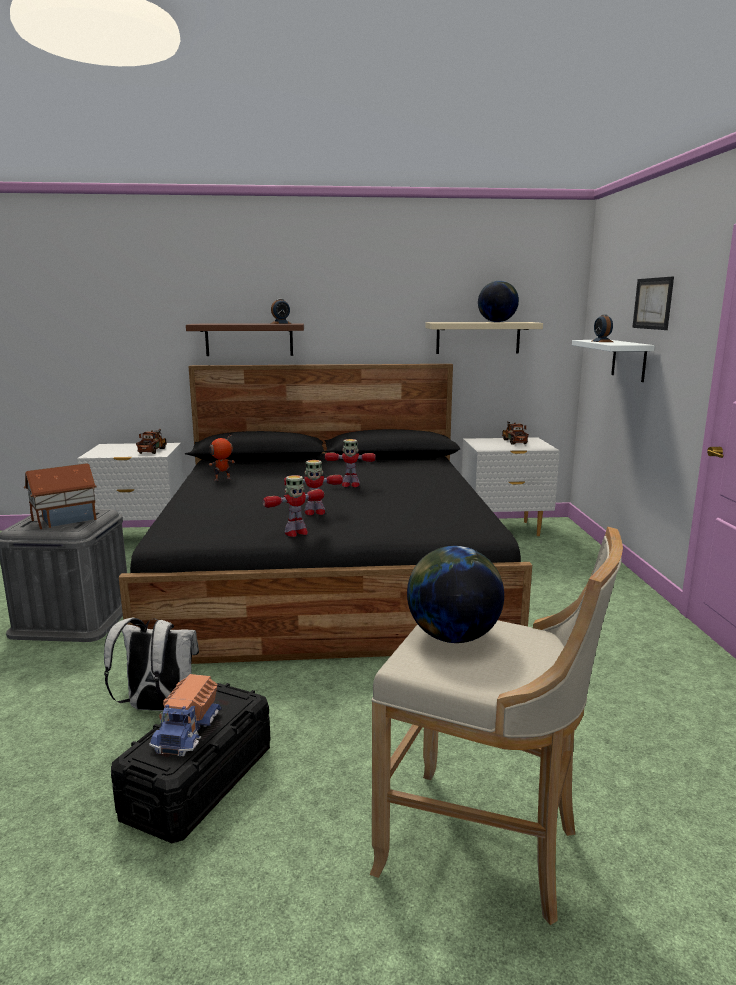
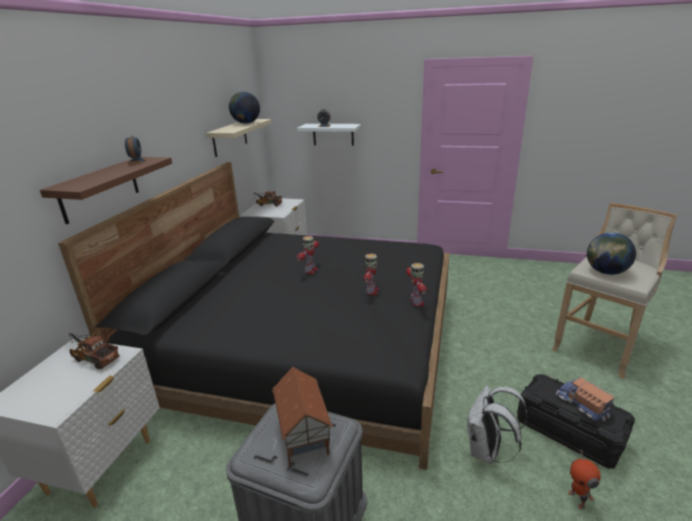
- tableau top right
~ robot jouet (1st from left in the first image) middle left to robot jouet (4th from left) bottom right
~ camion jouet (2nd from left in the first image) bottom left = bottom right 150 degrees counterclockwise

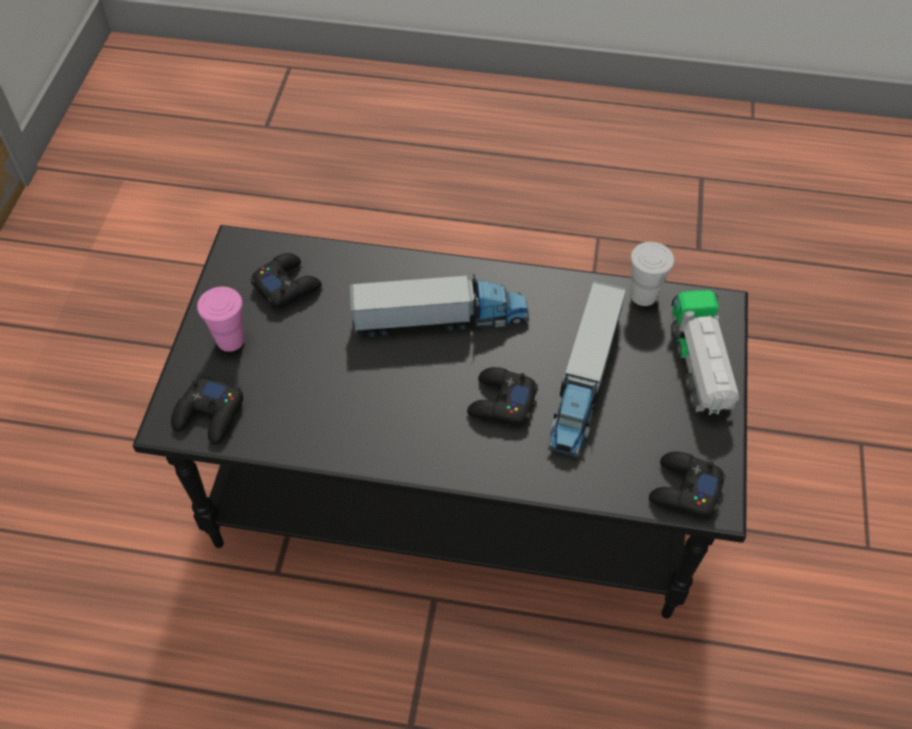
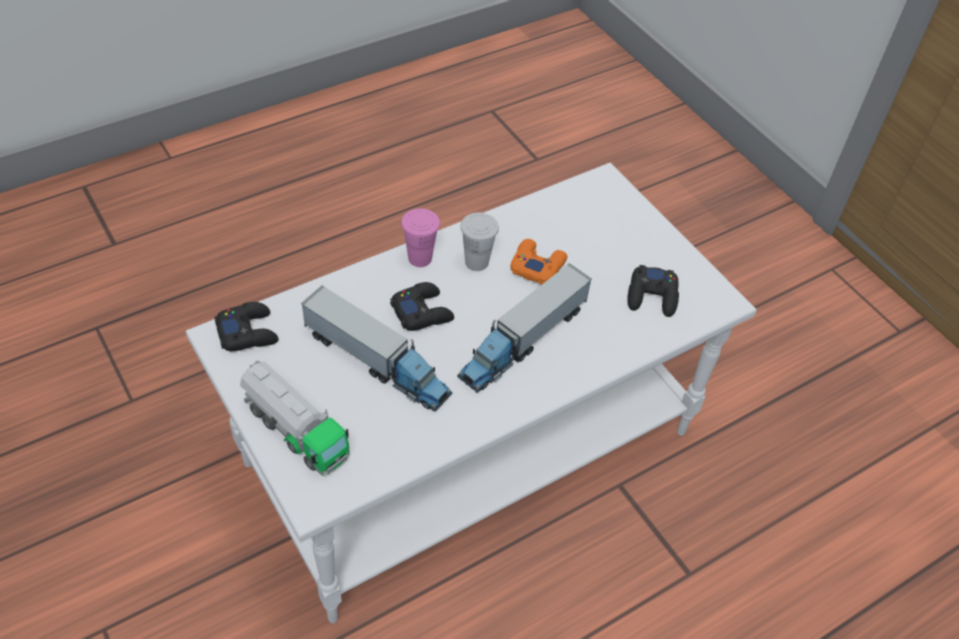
~ table basse/noir centre to table basse/blanc centre
~ tasse/blanc middle right to centre
~ camion jouet (2nd from left) centre = centre 150 degrees clockwise
~ tasse/rose middle left to centre
- manette/noir (1st from left) middle left
+ manette/orange centre

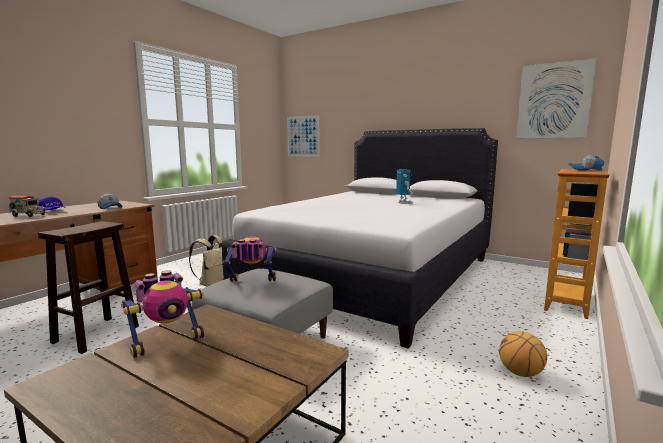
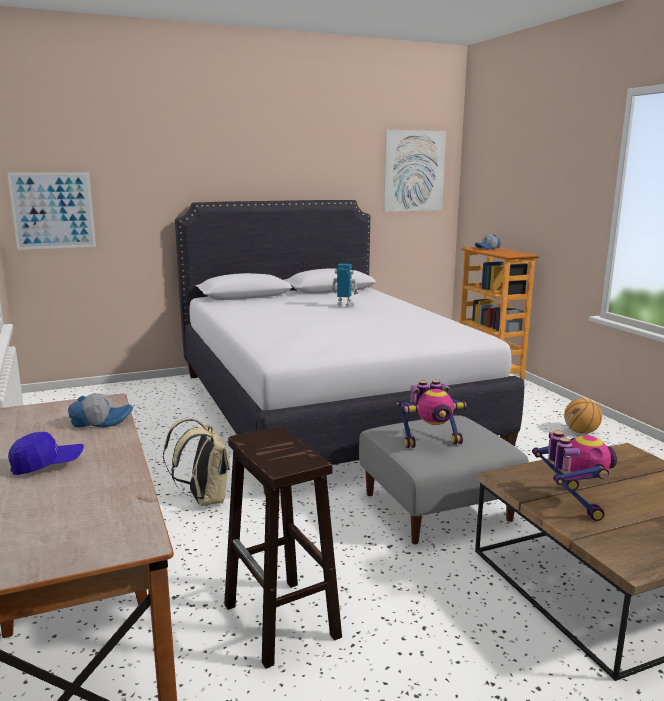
- camion jouet middle left
~ robot jouet (2nd from left) centre = centre 135 degrees counterclockwise

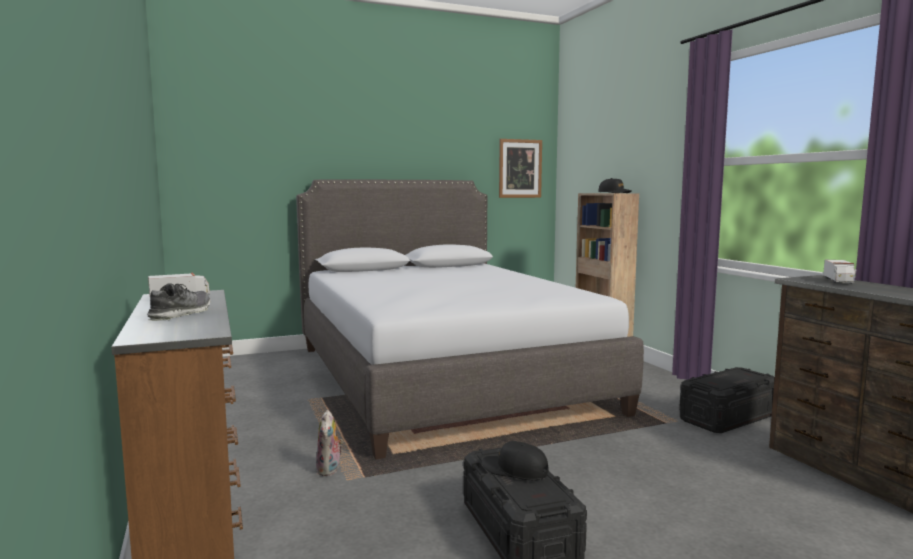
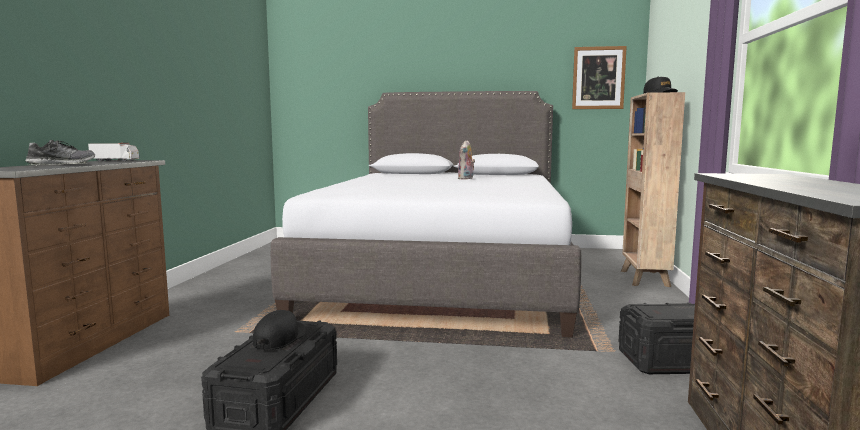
- camion jouet (2nd from left) middle right
~ peluche bottom centre to centre
~ casquette/noir (1st from left) bottom centre = bottom left 45 degrees clockwise

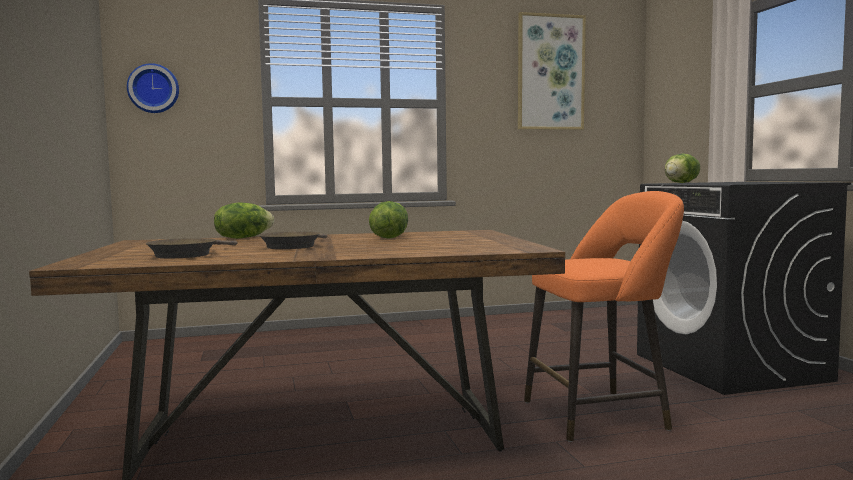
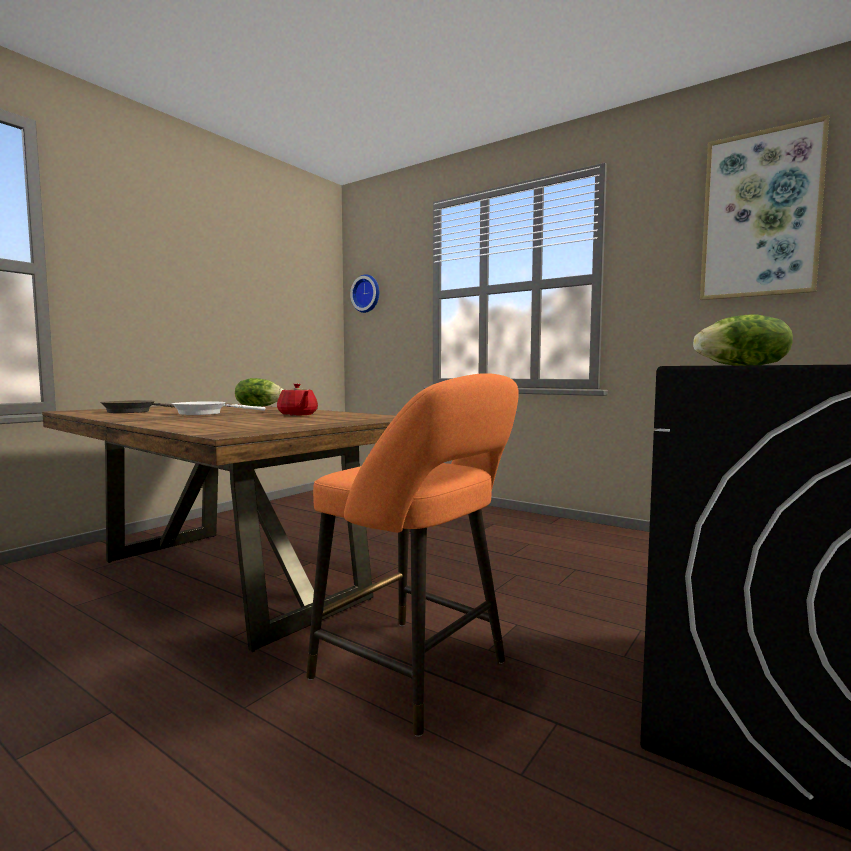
~ laitue (2nd from left) centre to théière/rouge centre
~ poêle/marron (2nd from left) centre to poêle/blanc middle left

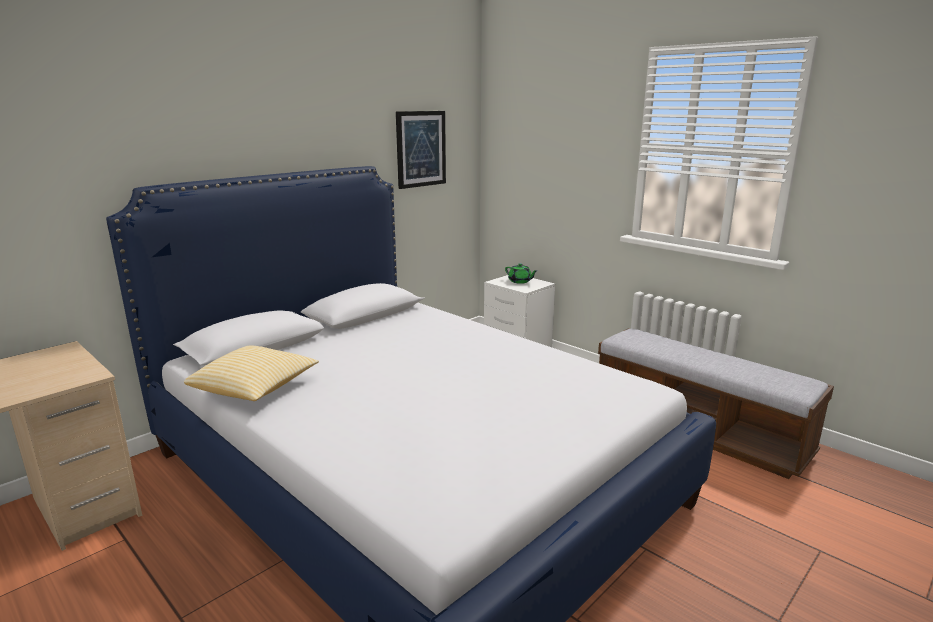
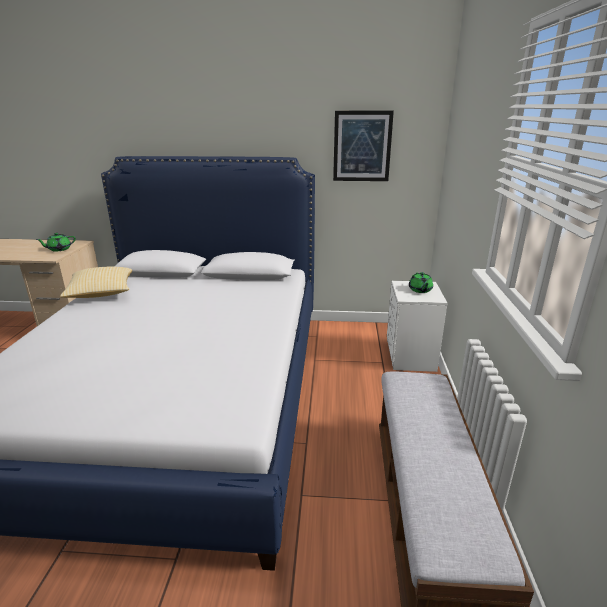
+ théière/vert (1st from left) middle left

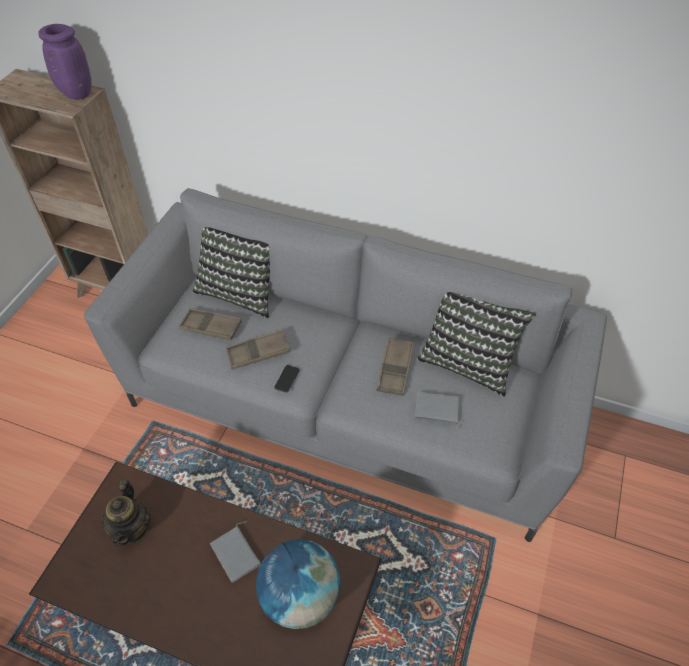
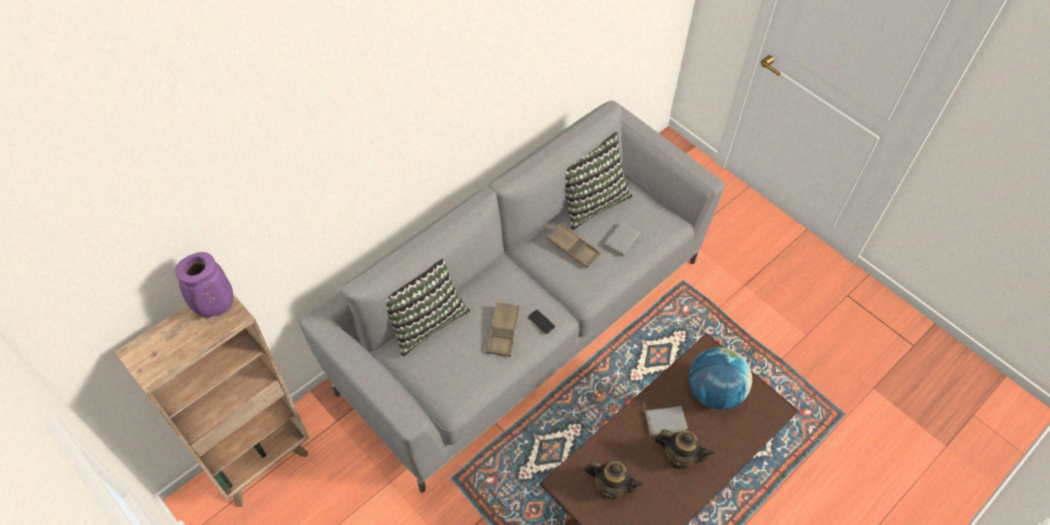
- plateau/marron (1st from left) middle left
+ théière (2nd from left) bottom centre

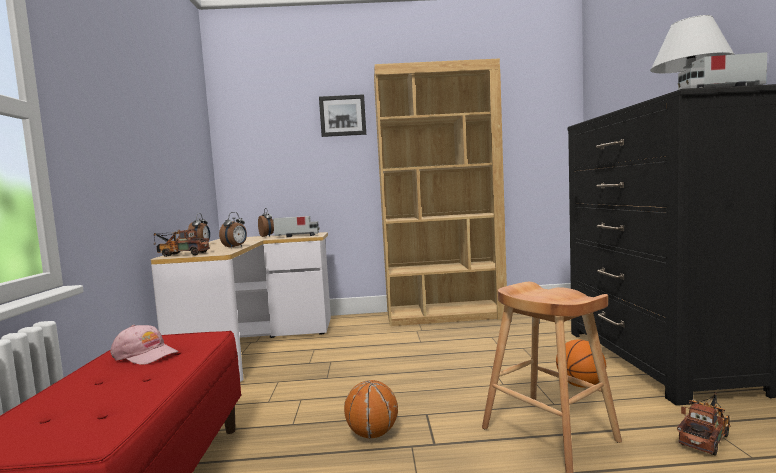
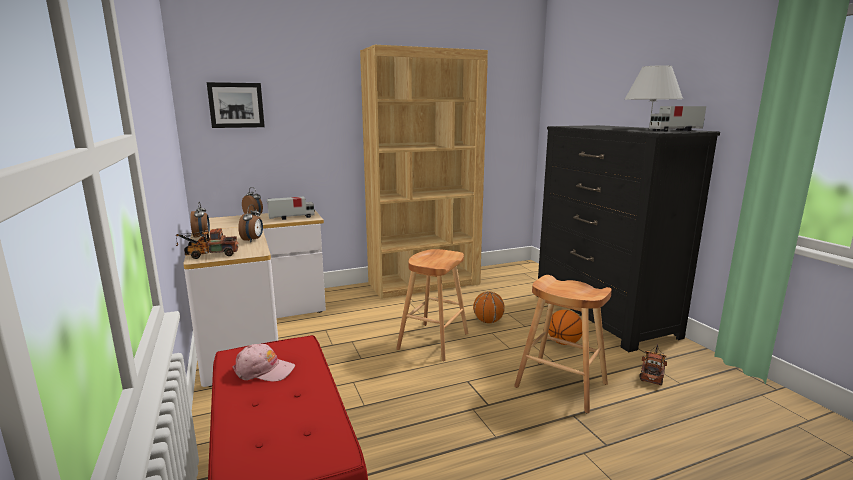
~ tableau top centre to top left
~ ballon de basket (1st from left) bottom centre to centre
+ tabouret/marron (1st from left) centre

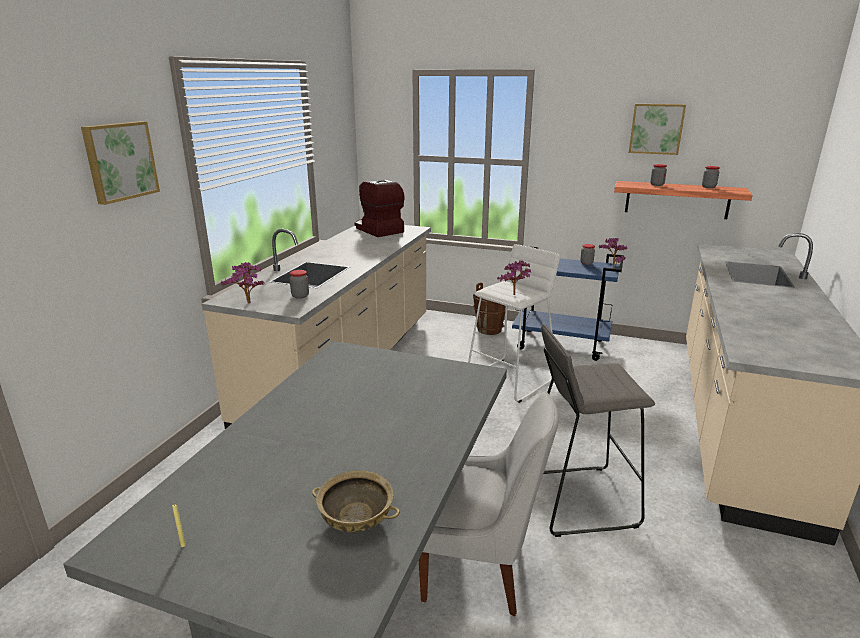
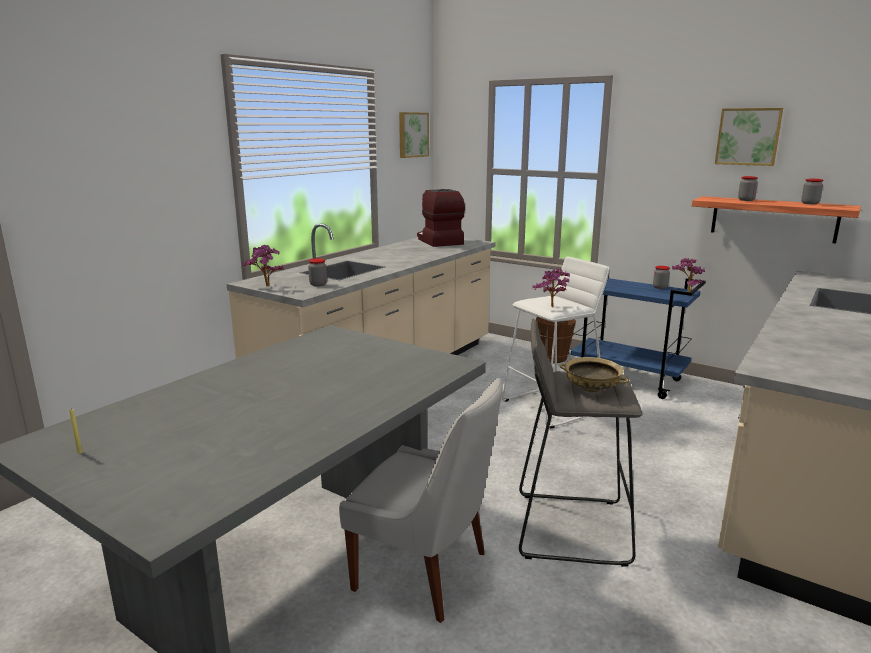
~ tableau (1st from left) top left to top centre
~ bol/beige bottom centre to middle right

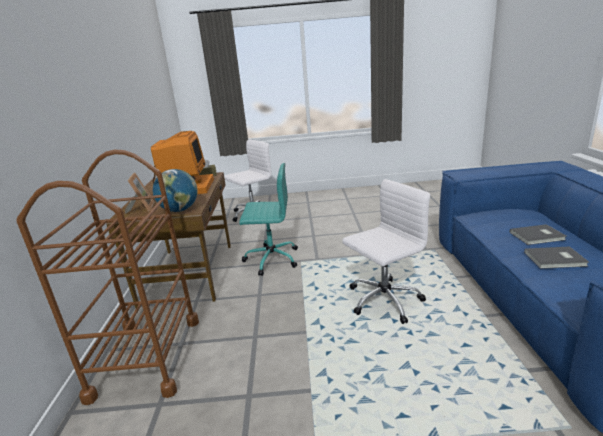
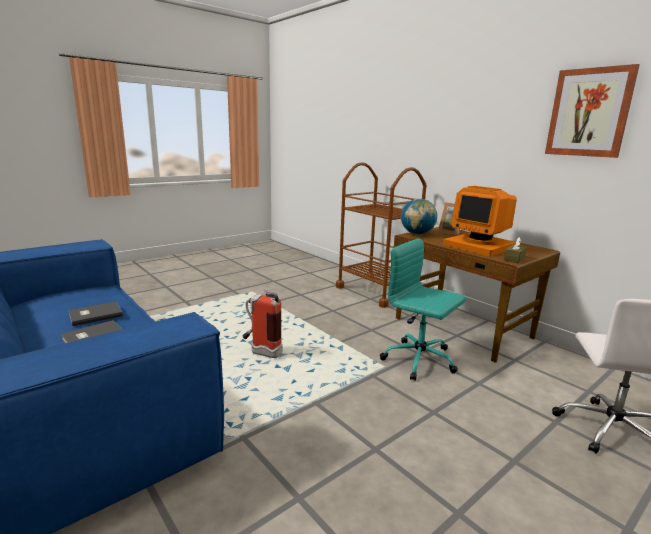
~ chaise de bureau/turquoise centre = centre 75 degrees clockwise
~ chaise de bureau/blanc (2nd from left) centre to extincteur centre
+ tableau top right

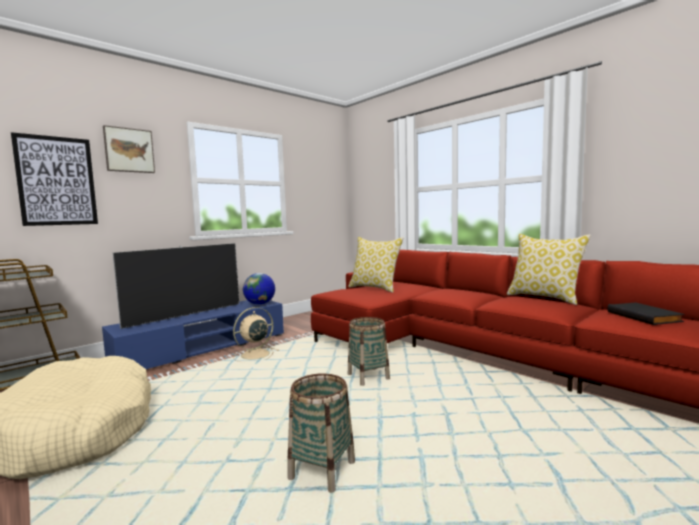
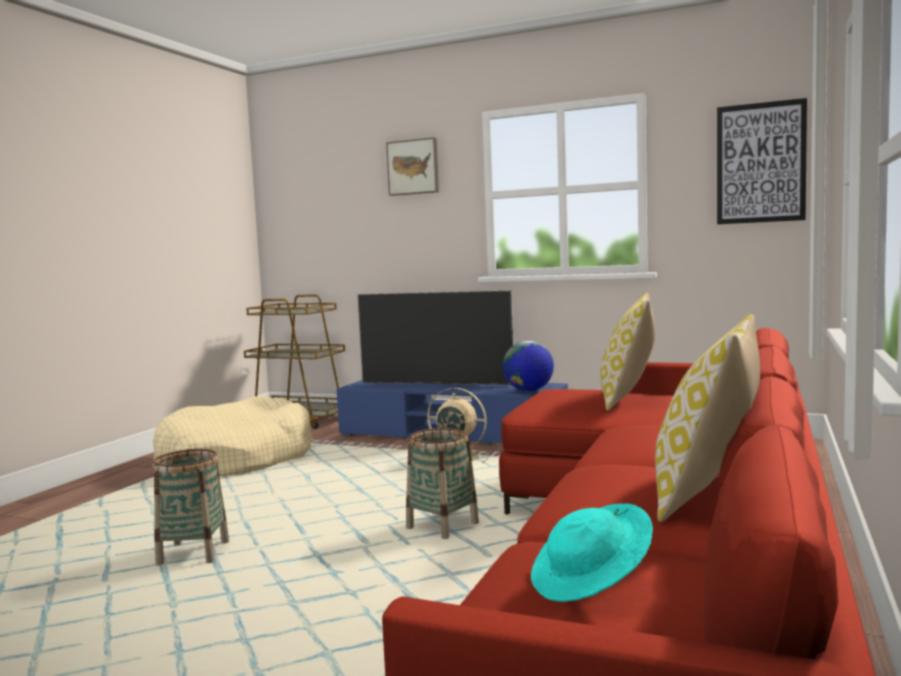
~ tableau (1st from left in the first image) middle left to tableau (2nd from left) top right
~ livre/noir middle right to chapeau/turquoise bottom centre

